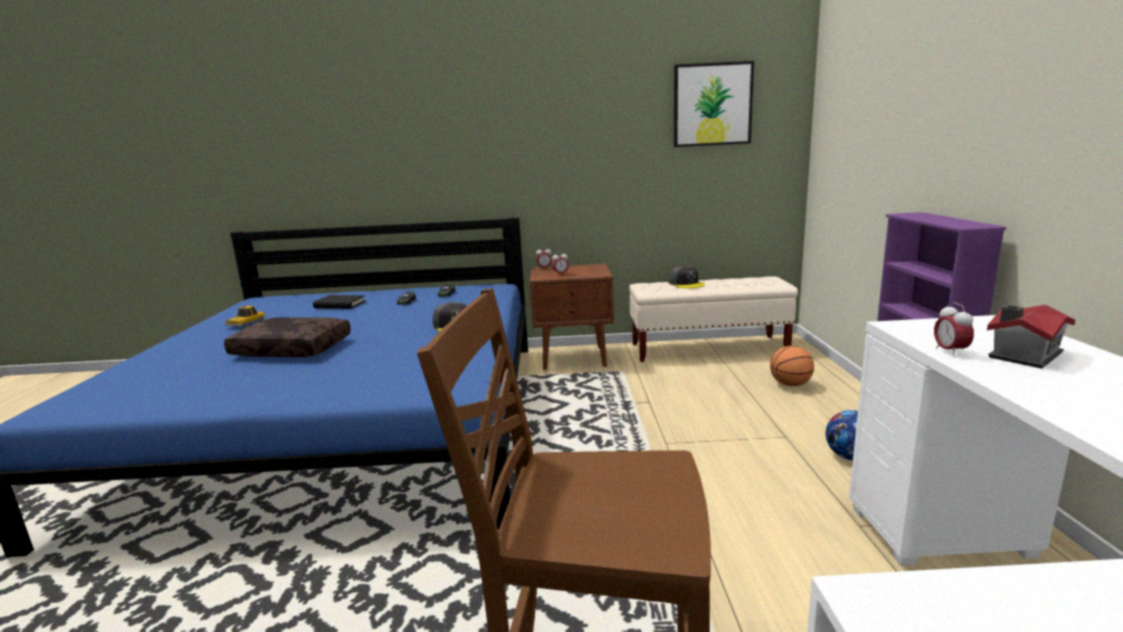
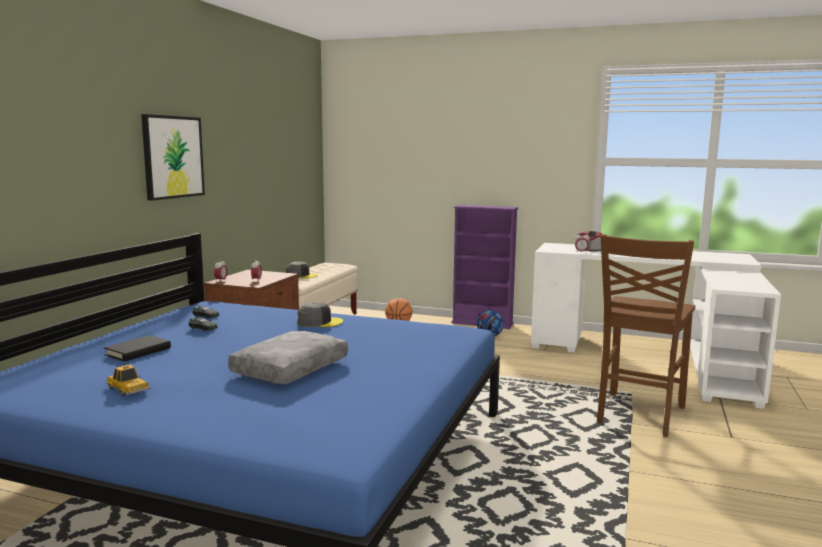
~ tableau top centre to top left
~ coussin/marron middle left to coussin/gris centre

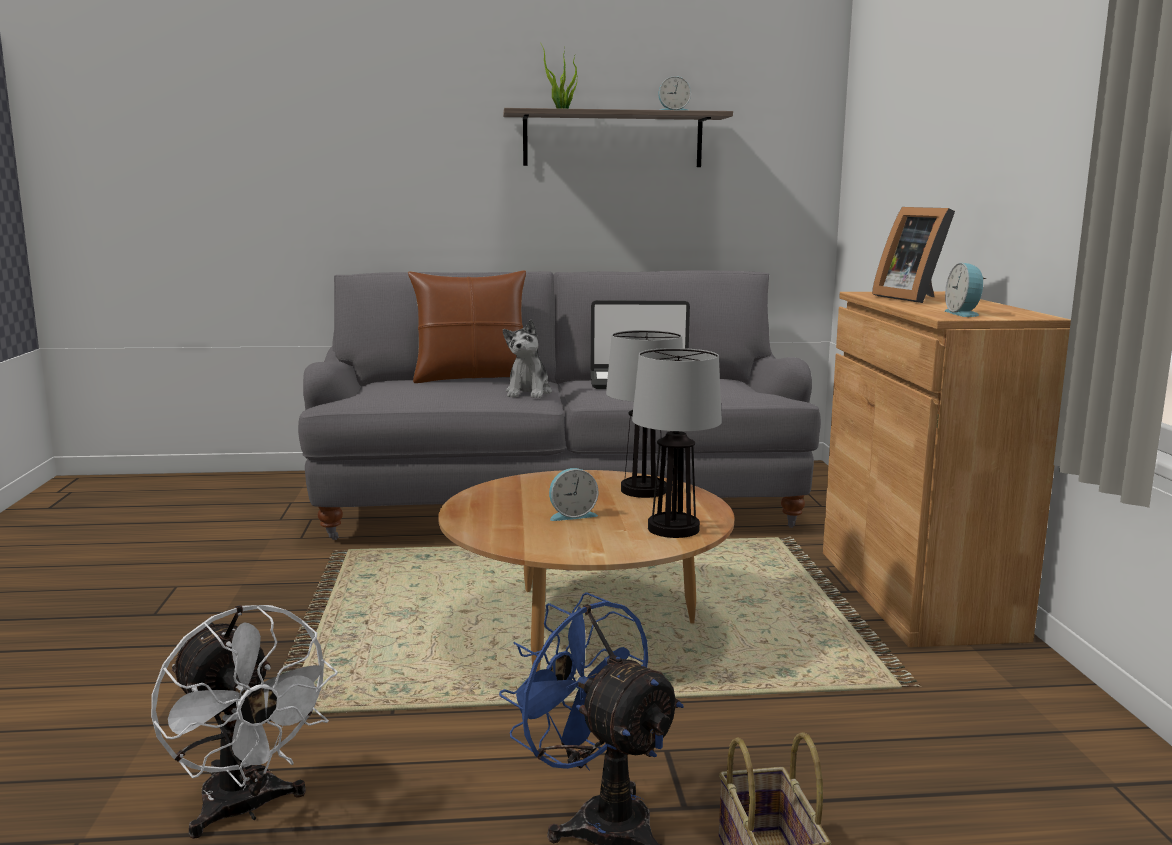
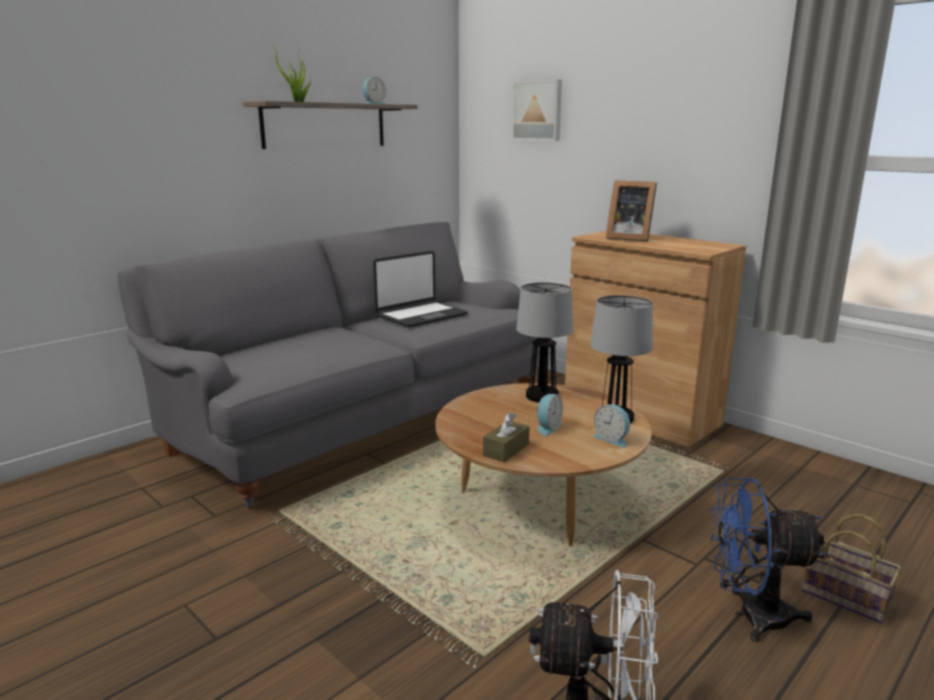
~ réveil (3rd from left) middle right to centre
- coussin/marron centre
- peluche centre
+ tableau top centre
+ boîte à mouchoirs/marron centre

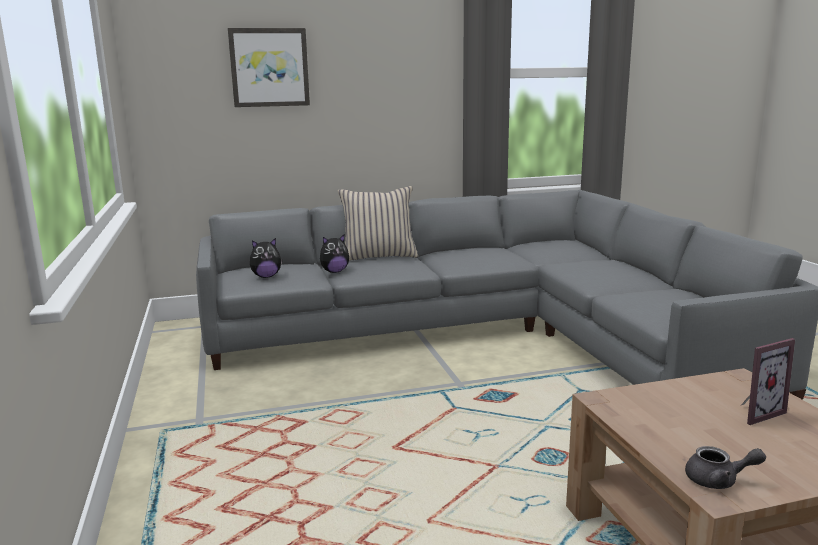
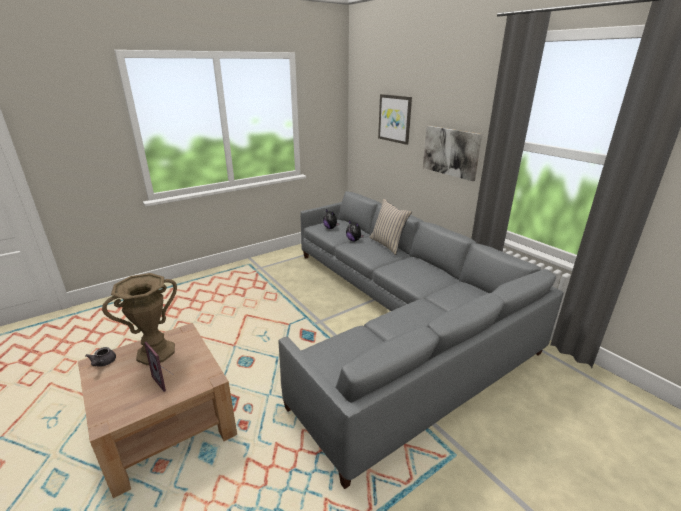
+ tableau (2nd from left) top centre
+ vase/marron middle left

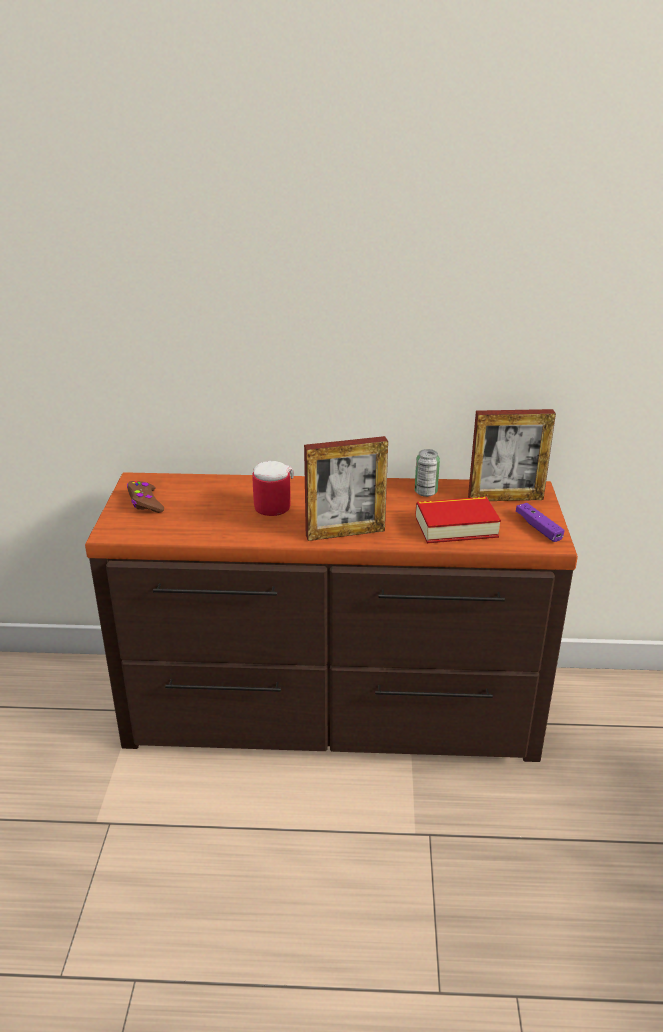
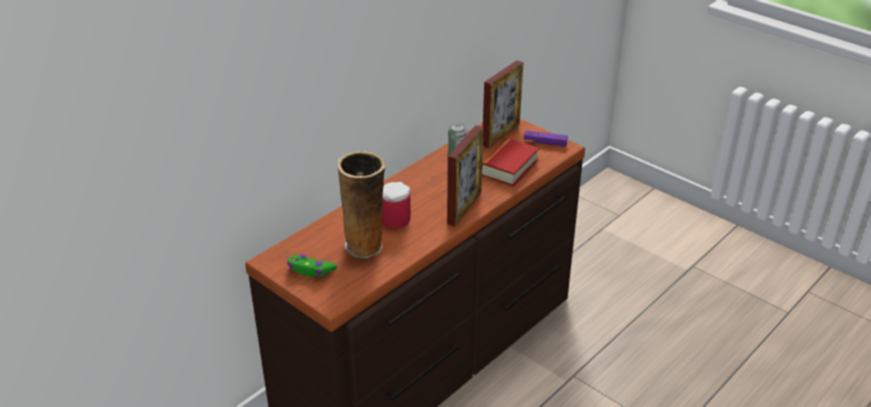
~ manette/marron middle left to manette/vert centre
+ vase centre

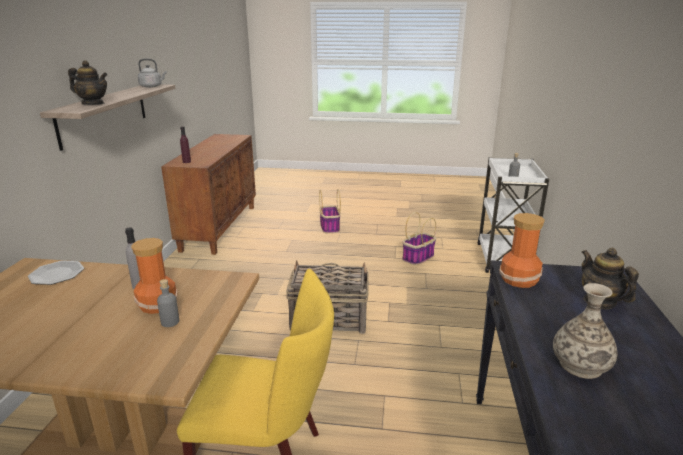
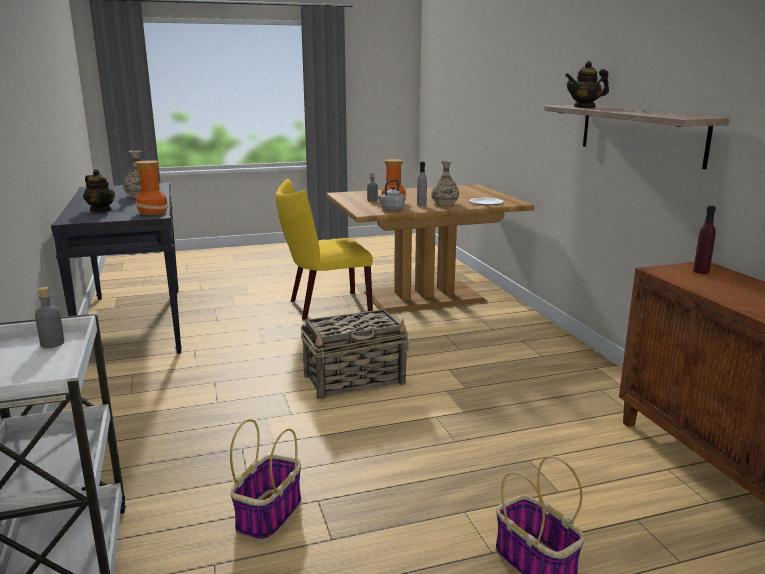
~ bouilloire/gris top left to centre
+ vase (4th from left) top centre

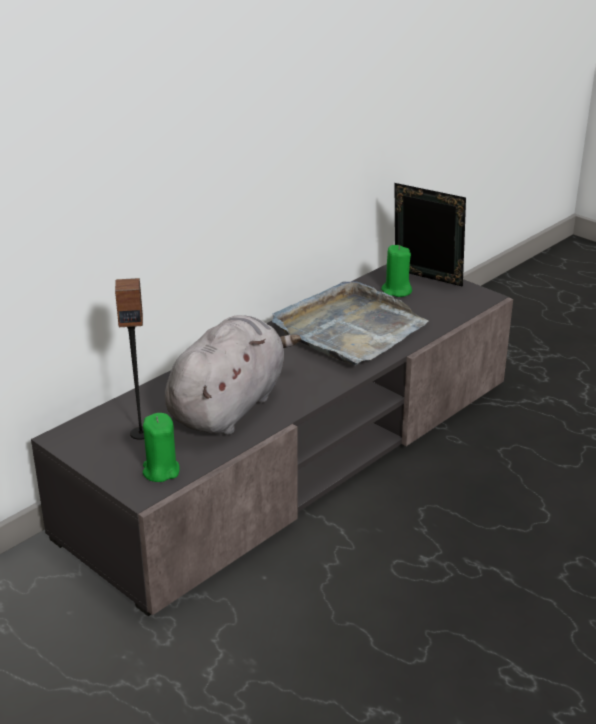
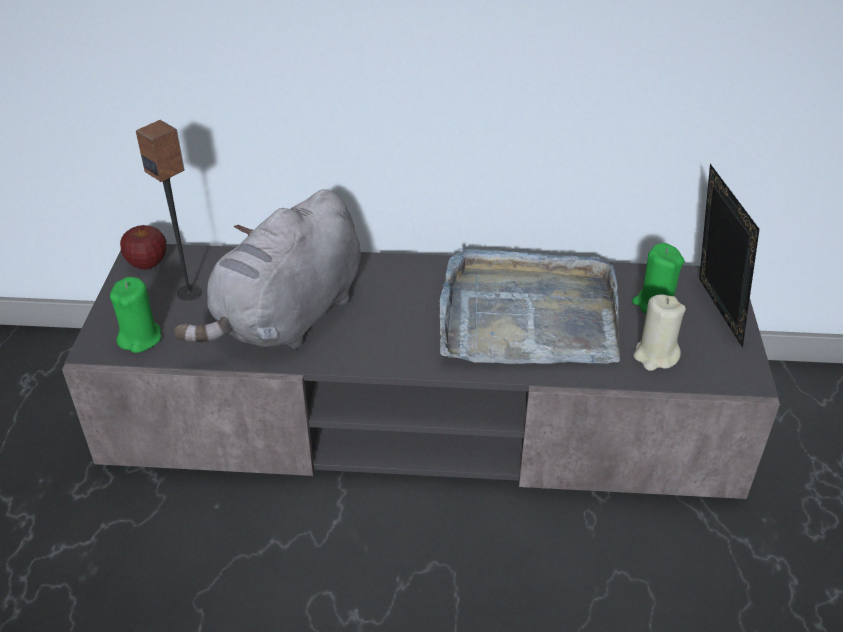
~ peluche/gris centre = middle left 135 degrees clockwise
+ pomme middle left
+ bougie/beige middle right

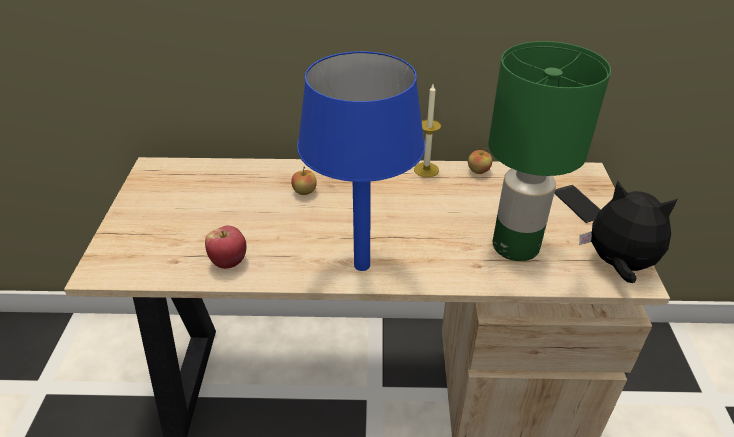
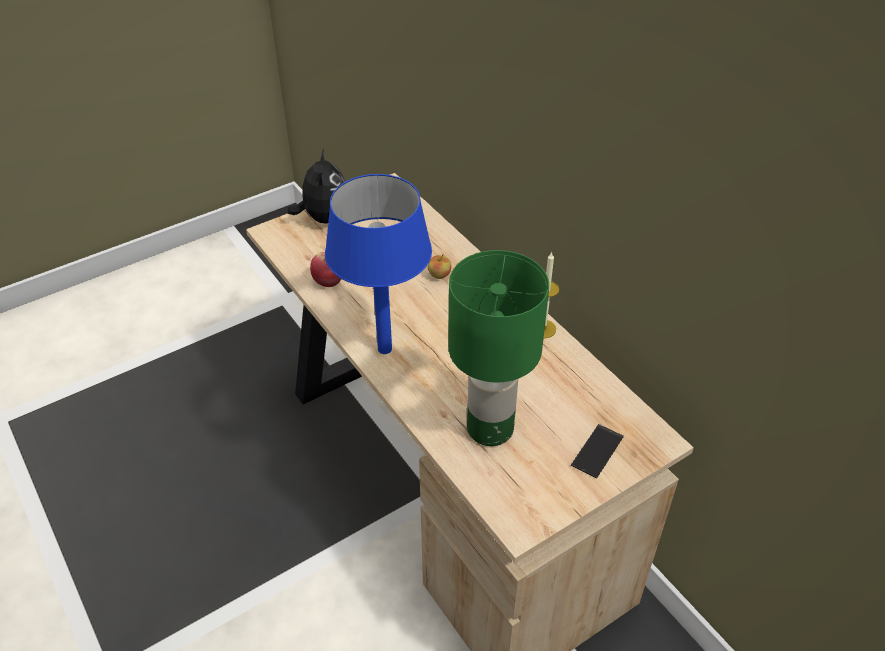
- pomme (3rd from left) centre
~ peluche middle right to top centre

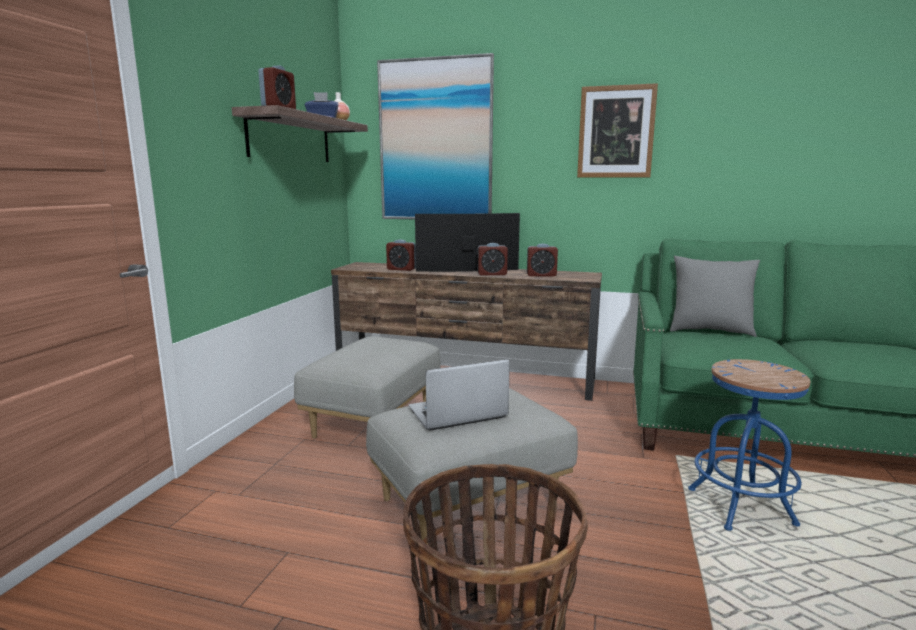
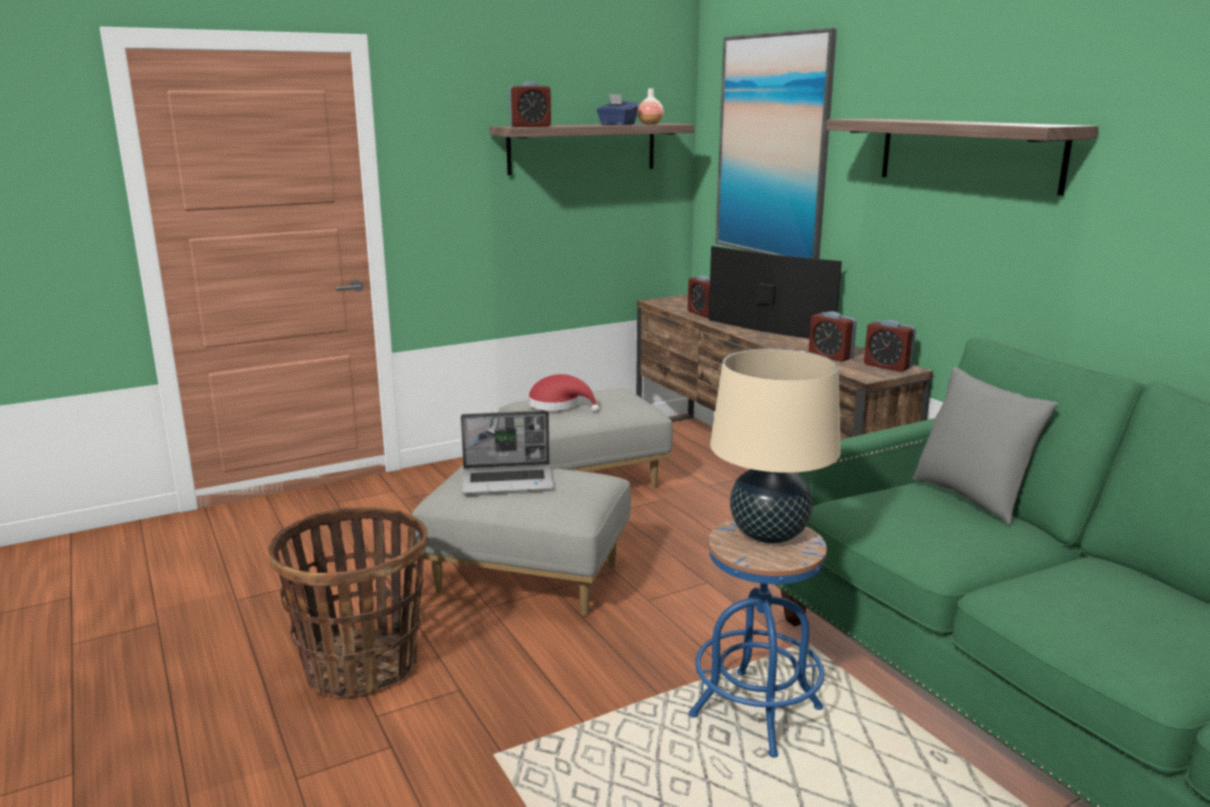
~ tableau (2nd from left) top right to étagère (2nd from left) top right
~ réveil (3rd from left in the first image) centre to réveil (4th from left) middle right
~ ordinateur portable centre = centre 150 degrees clockwise
+ lampe de table/beige centre
+ chapeau/rouge centre

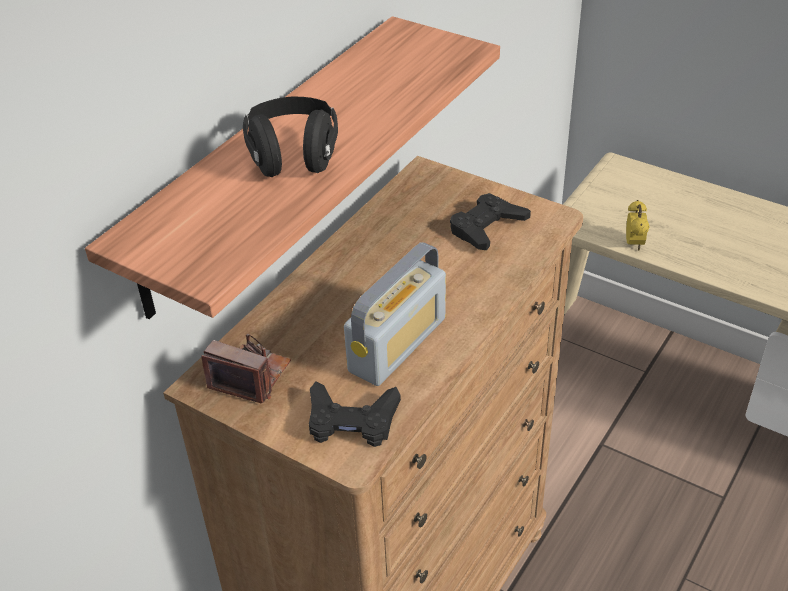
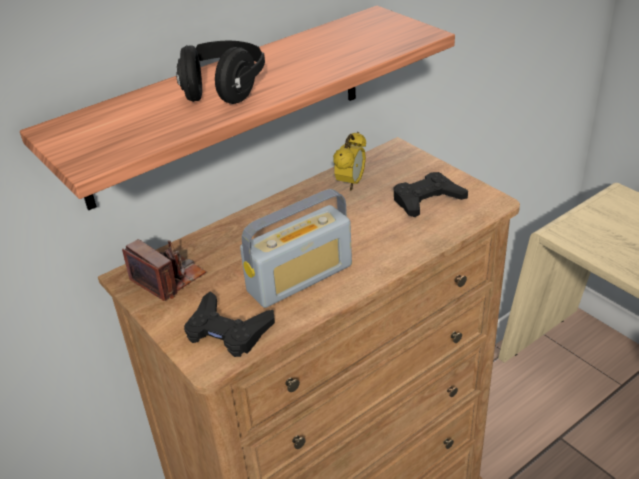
~ réveil middle right to centre

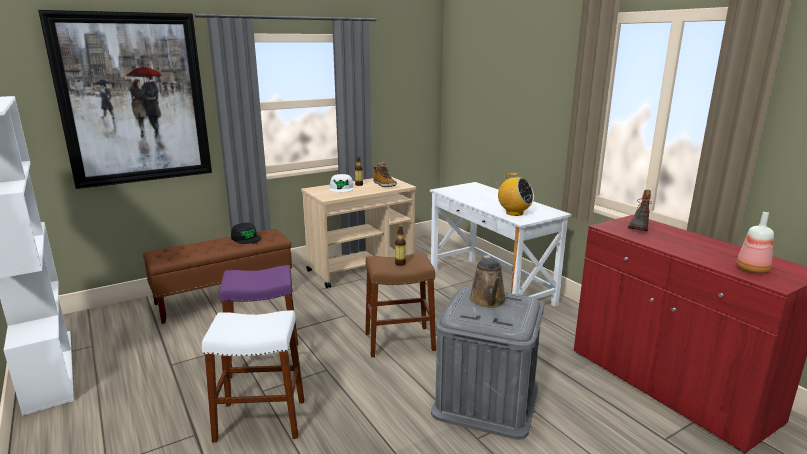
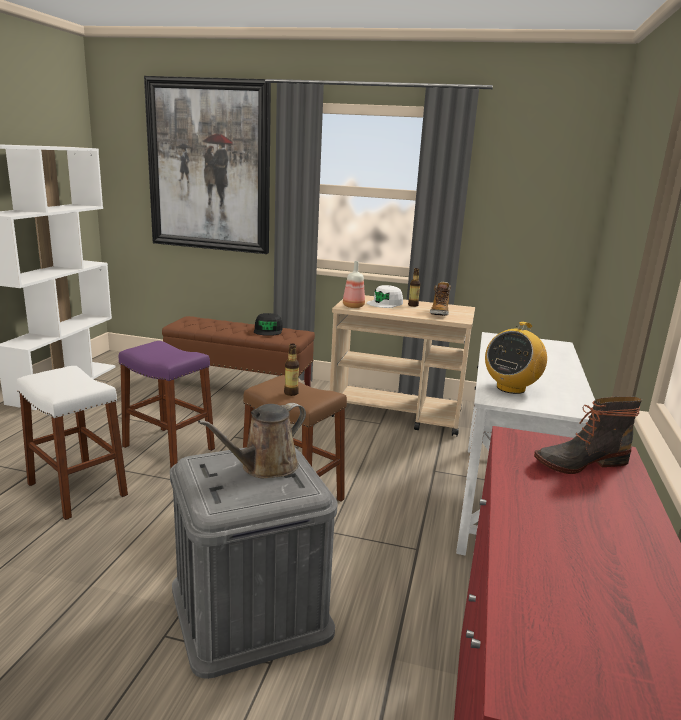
~ radio centre = middle right 45 degrees clockwise
~ bouteille (3rd from left in the first image) middle right to bouteille (2nd from left) centre

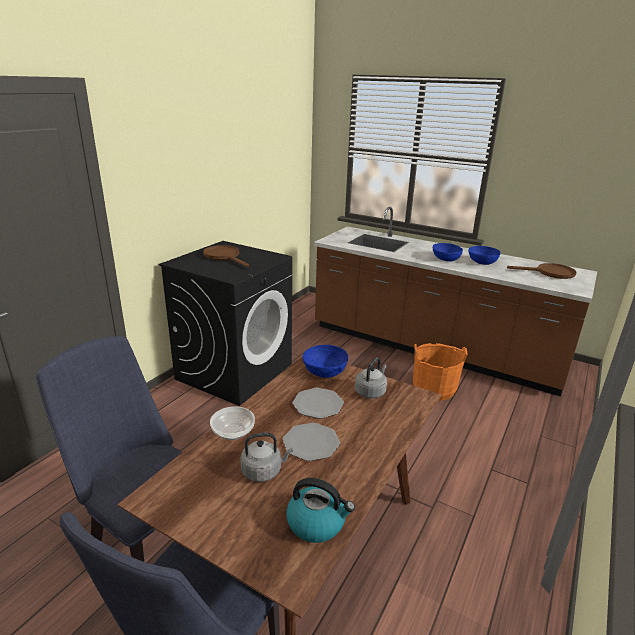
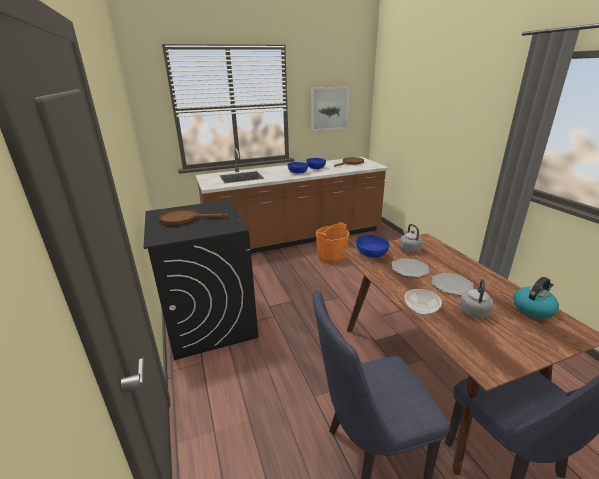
+ tableau top centre

